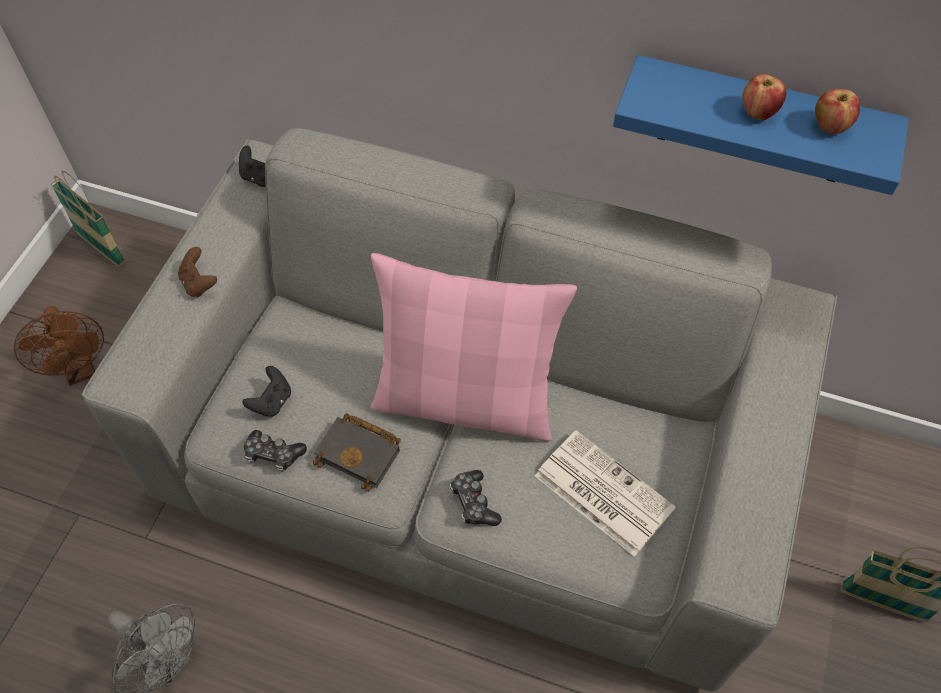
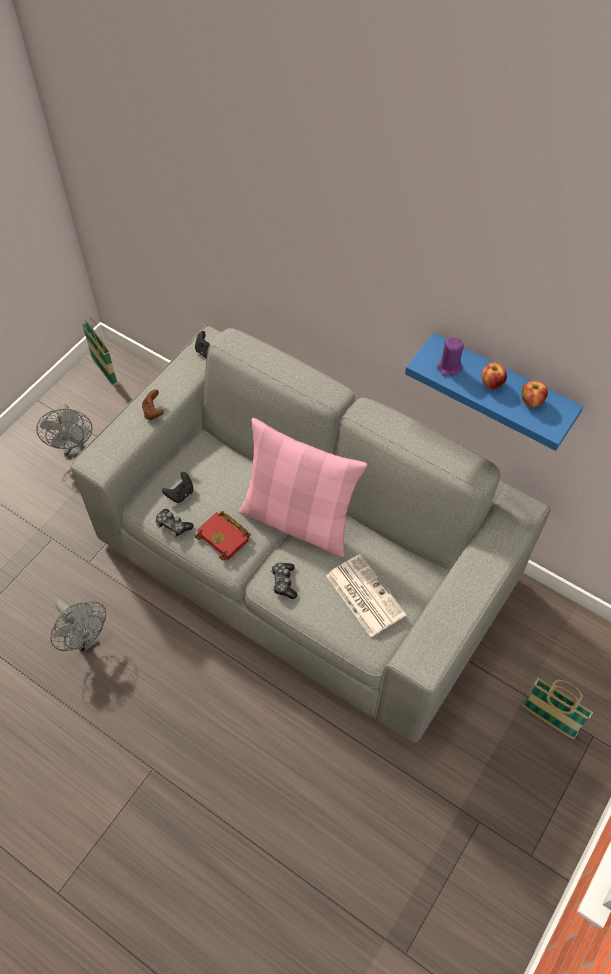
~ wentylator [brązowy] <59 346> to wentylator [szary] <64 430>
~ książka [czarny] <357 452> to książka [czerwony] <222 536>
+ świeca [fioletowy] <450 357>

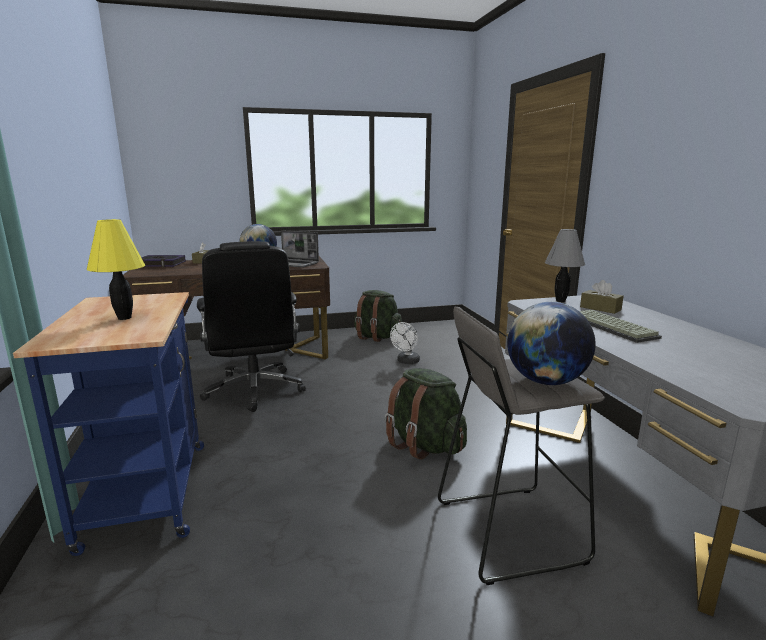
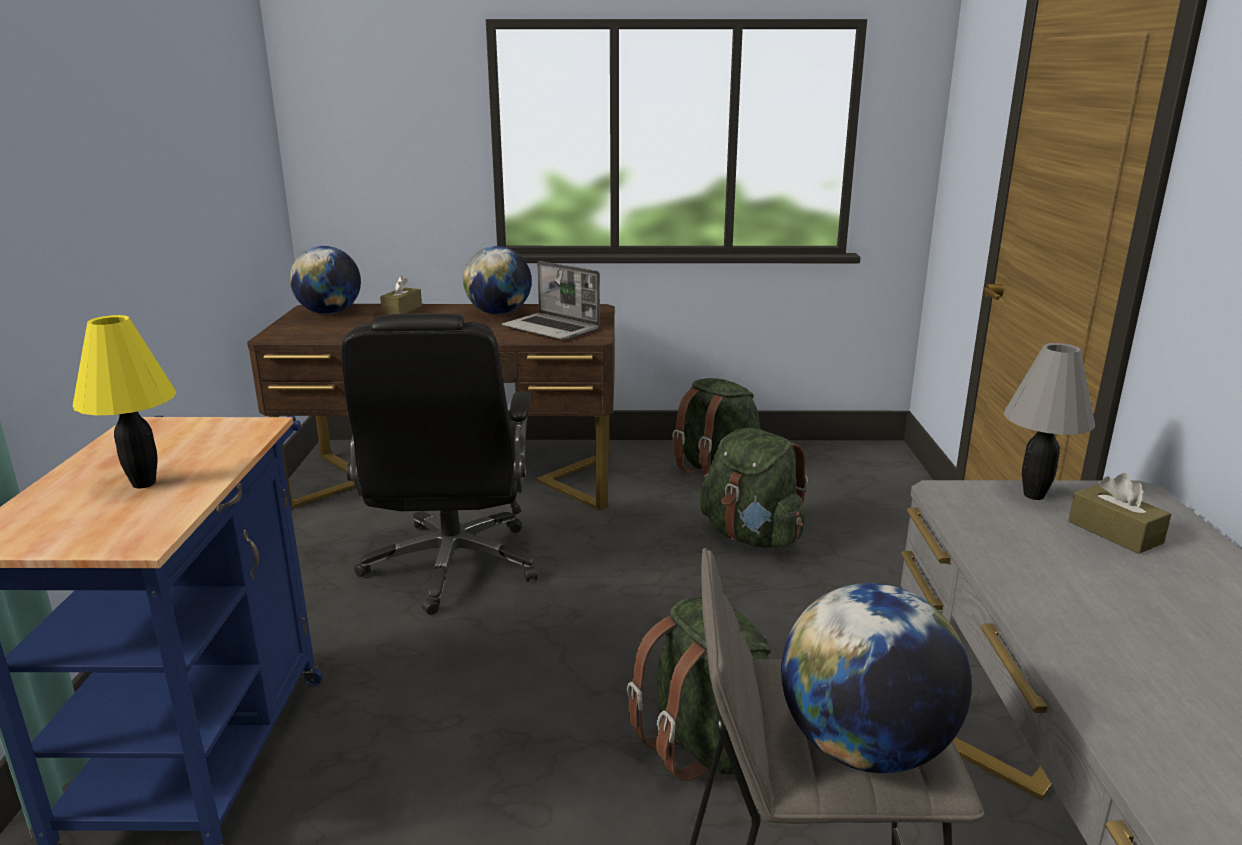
~ książka <163 261> to globus <325 280>
~ wentylator [biały] <405 343> to plecak [zielony] <754 488>
- klawiatura <620 326>

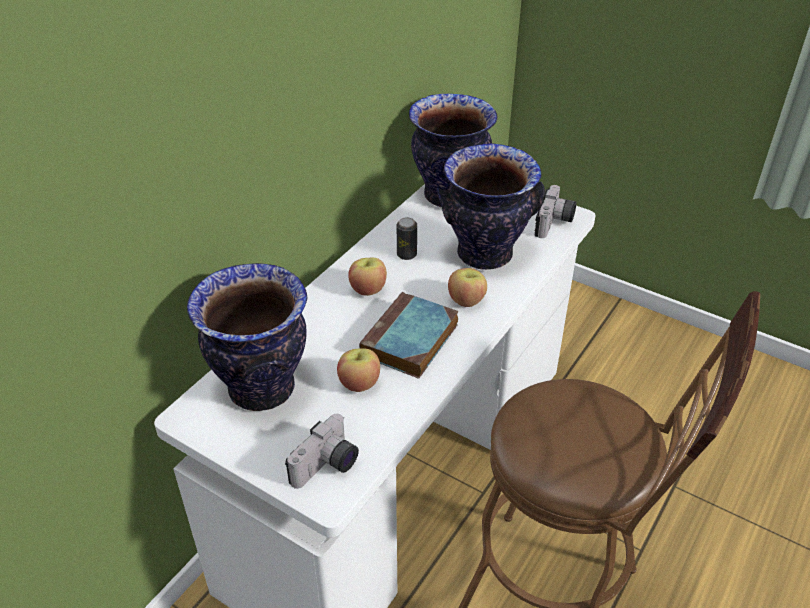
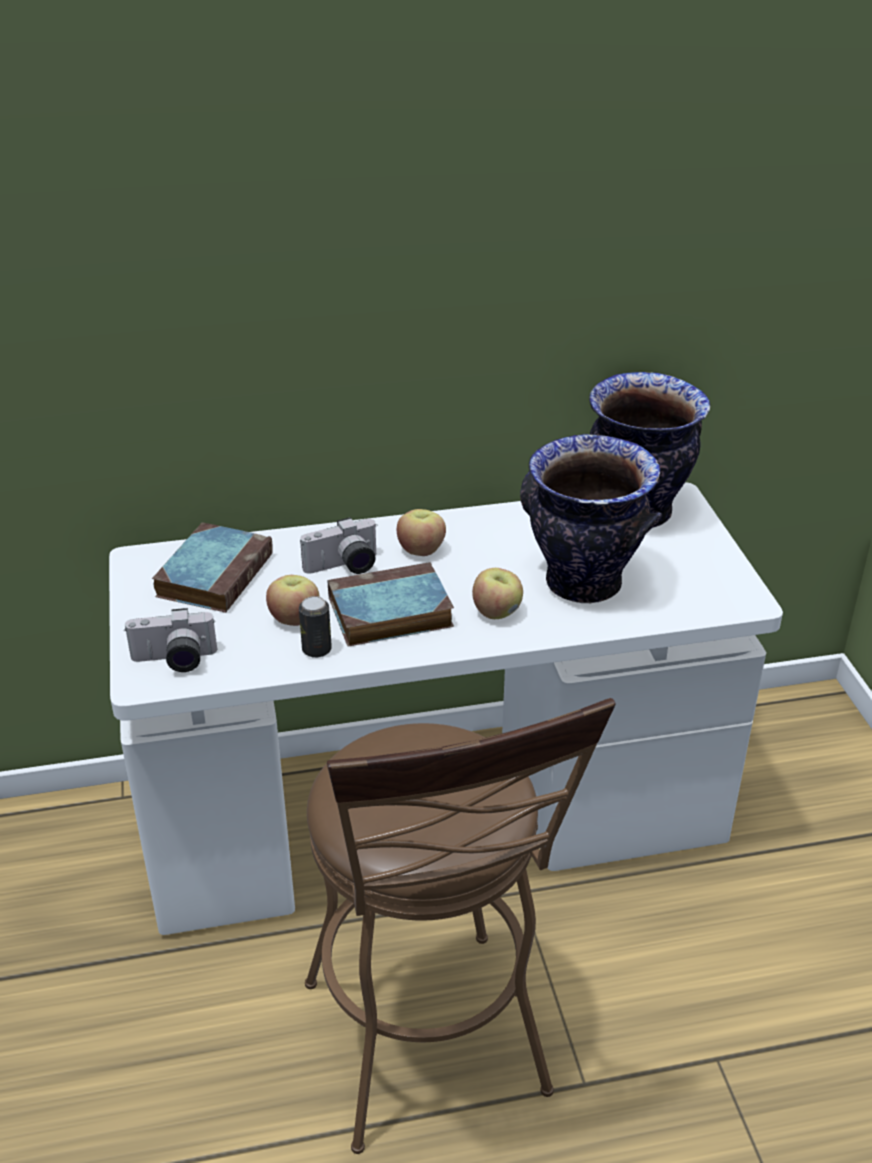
~ wazon <247 337> to książka <212 567>
~ puszka <407 238> to <315 627>
~ aparat fotograficzny <556 211> to <339 545>

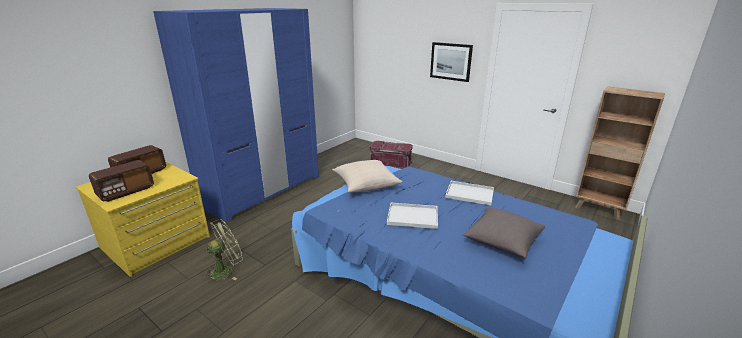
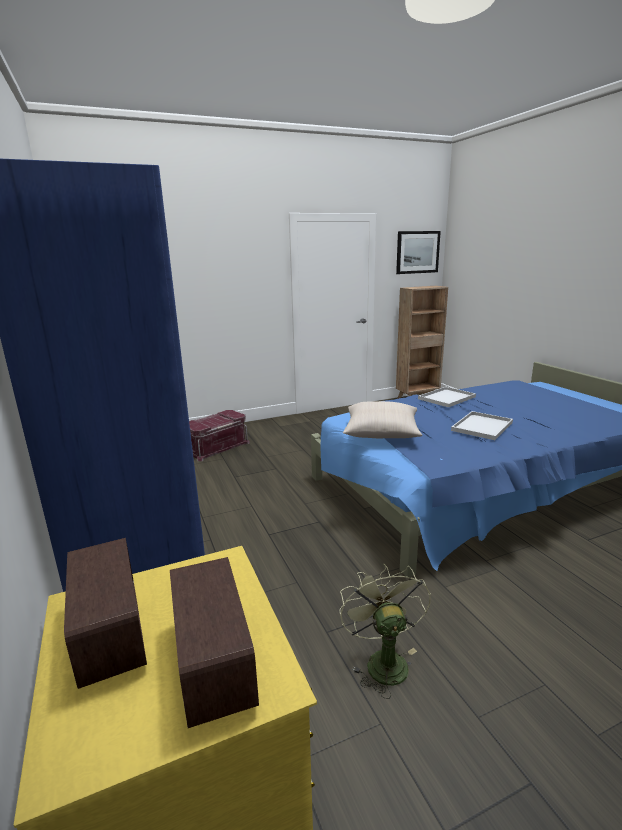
~ obraz <451 62> to <418 252>
- poduszka [szary] <504 233>

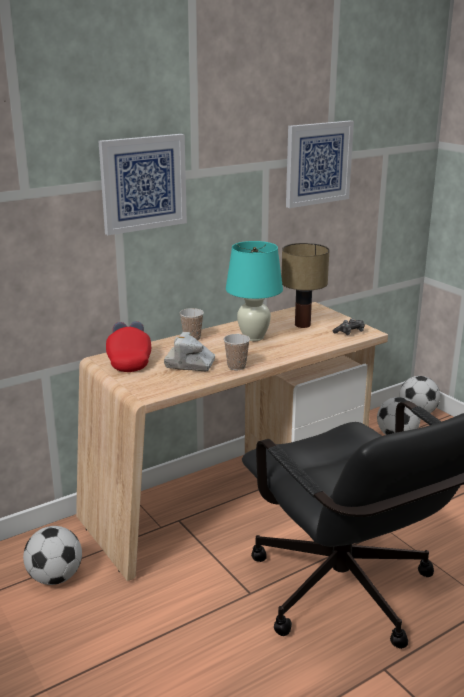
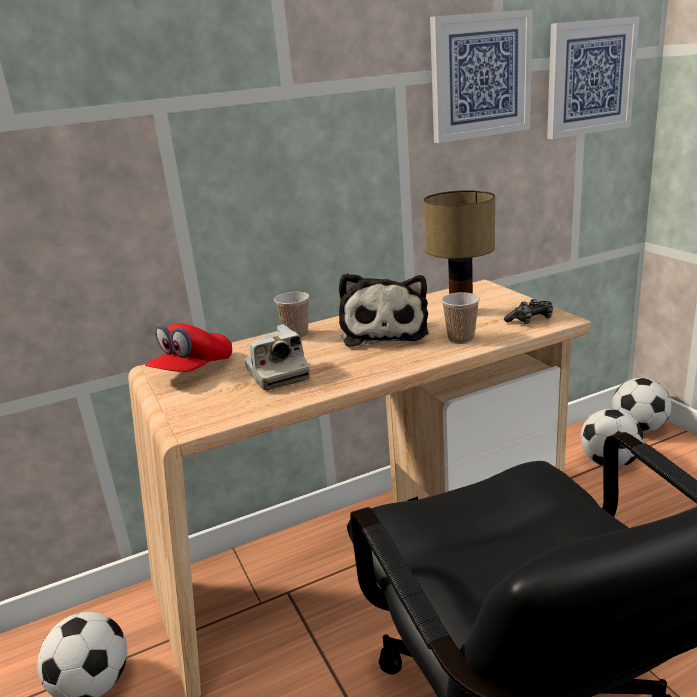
~ obraz <143 184> to <593 77>
~ czapka z daszkiem [czerwony] <128 346> = <188 347> 150 degrees counterclockwise
~ aparat fotograficzny <189 351> = <277 357> 135 degrees counterclockwise
~ filiżanka <237 352> to <460 318>
~ lampa stołowa [turkusowy] <254 291> to pluszak <383 310>

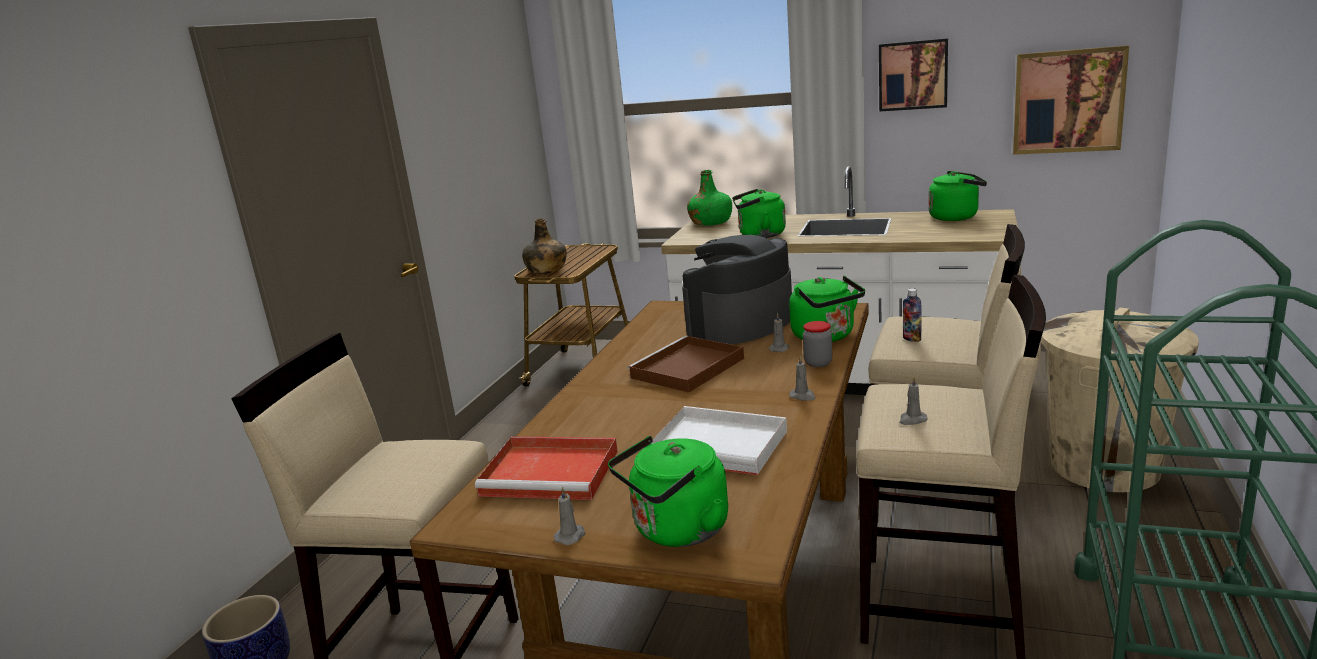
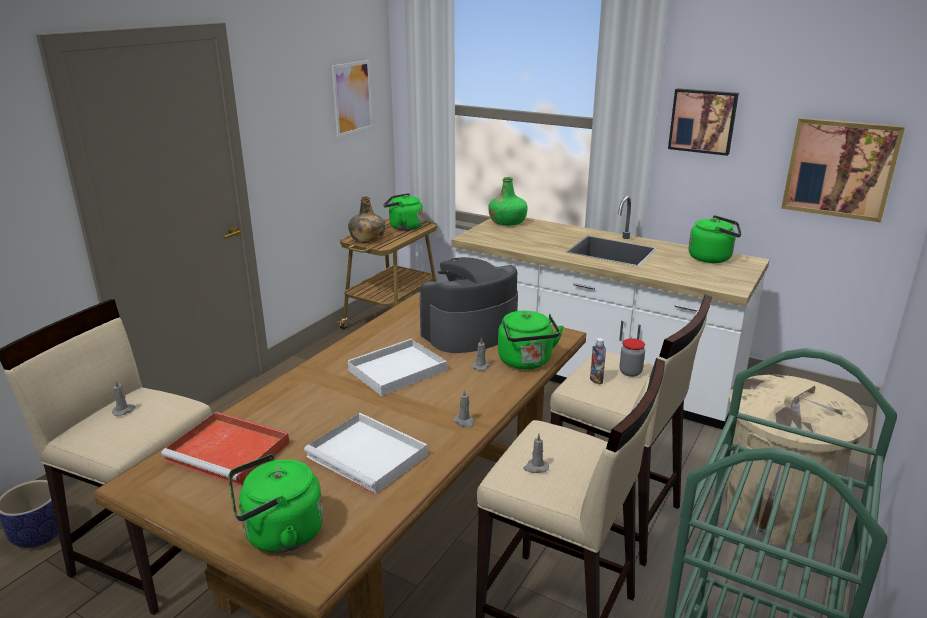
~ świeca [szary] <569 516> to <124 398>
~ taca [brązowy] <685 364> to taca [biały] <397 367>
~ czajnik [zielony] <759 213> to <403 212>
~ słoik <817 344> to <632 357>
+ obraz <352 98>

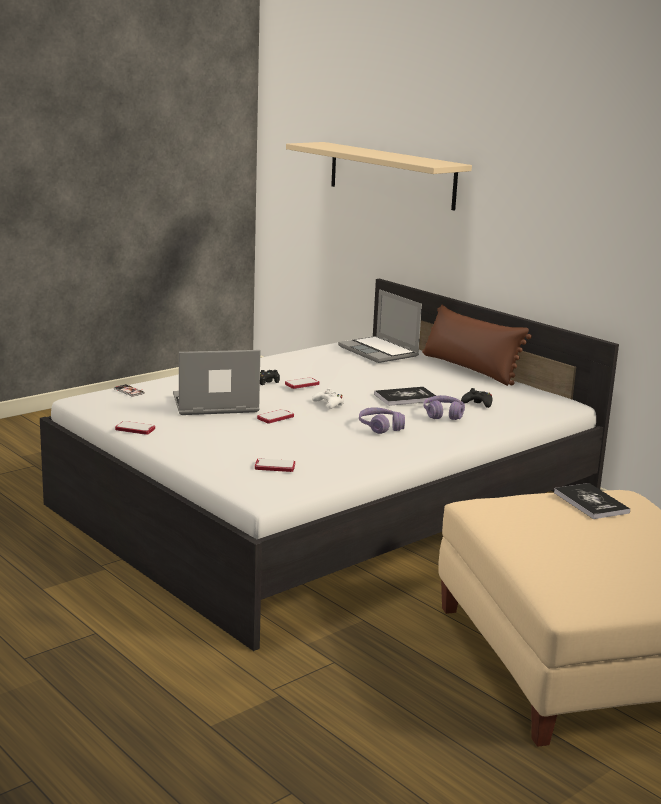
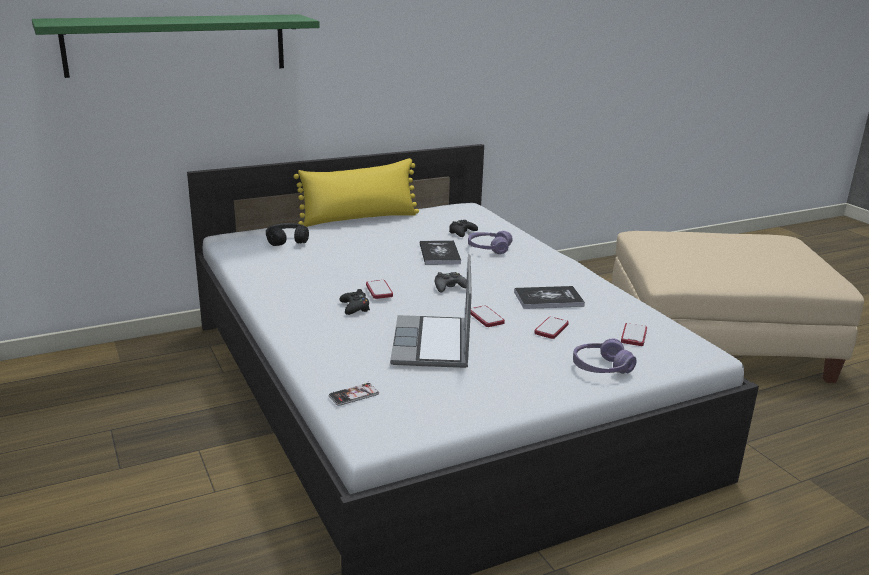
~ telefon <135 428> to <551 327>
~ półka [beżowy] <379 176> to półka [zielony] <176 46>
~ pad do gier [biały] <328 398> to pad do gier [czarny] <451 282>
~ laptop <380 326> to słuchawki [czarny] <287 234>
~ słuchawki [fioletowy] <382 420> to <605 356>
~ poduszka [brązowy] <477 345> to poduszka [żółty] <356 192>
~ książka <592 501> to <549 297>

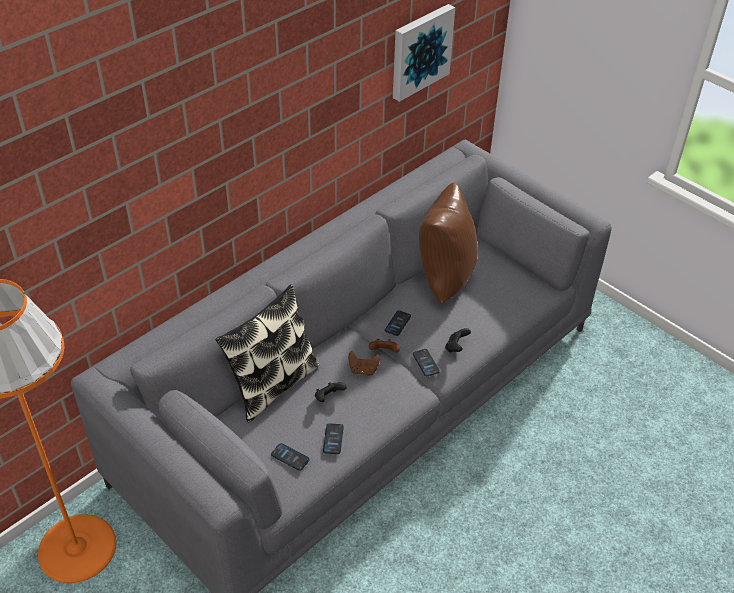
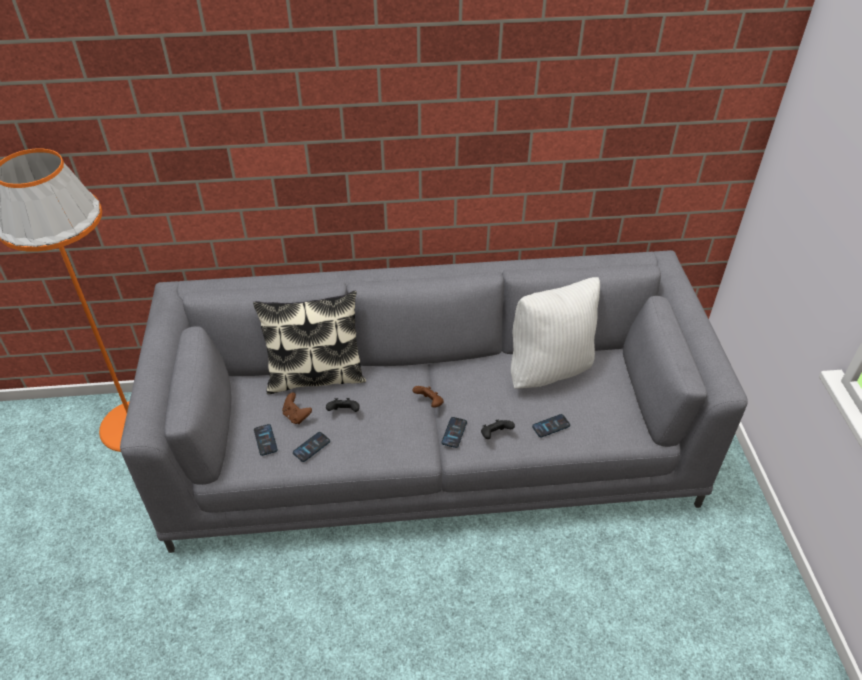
~ pad do gier [brązowy] <364 363> to <297 408>
~ telefon <398 323> to <551 425>
- obraz <424 53>
~ poduszka [brązowy] <448 243> to poduszka [biały] <555 333>

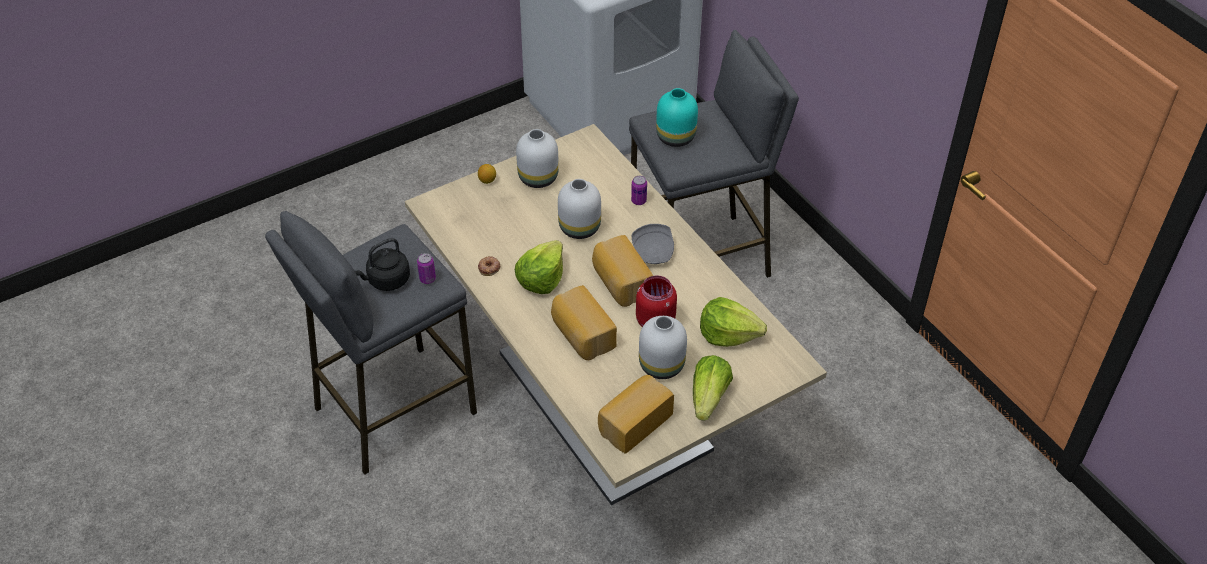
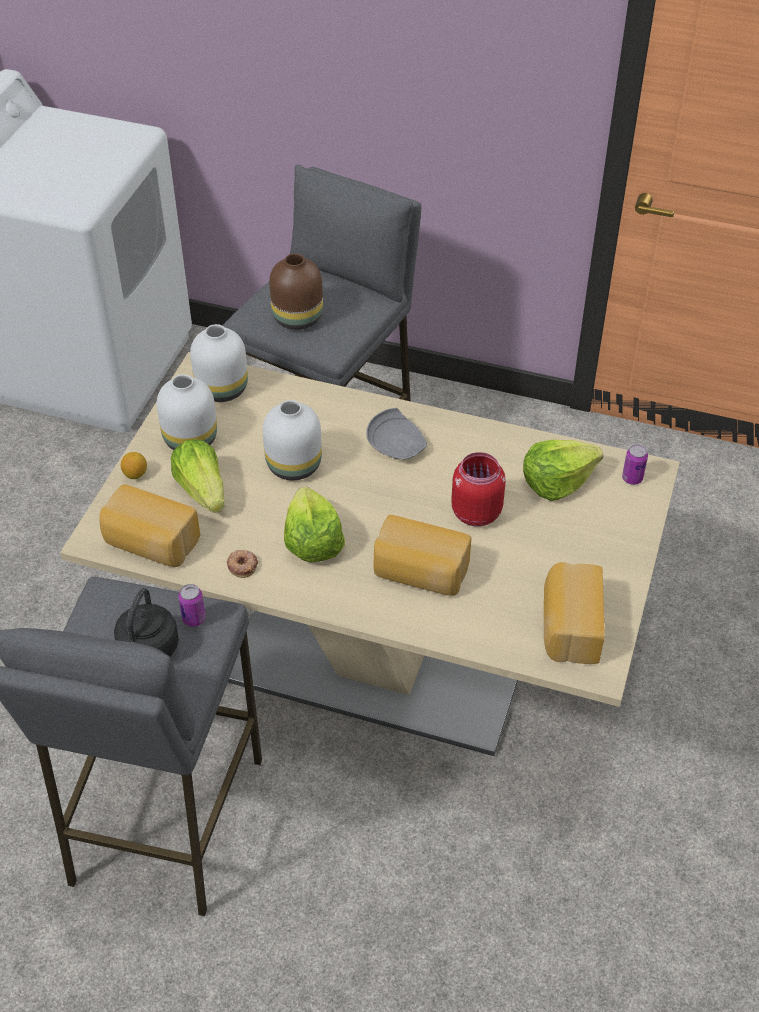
~ chleb <622 271> to <149 525>
~ puszka <639 190> to <635 465>
~ wazon [biały] <663 347> to <219 363>
~ wazon [turkusowy] <677 117> to wazon [brązowy] <296 291>
~ sałata <713 388> to <198 476>

